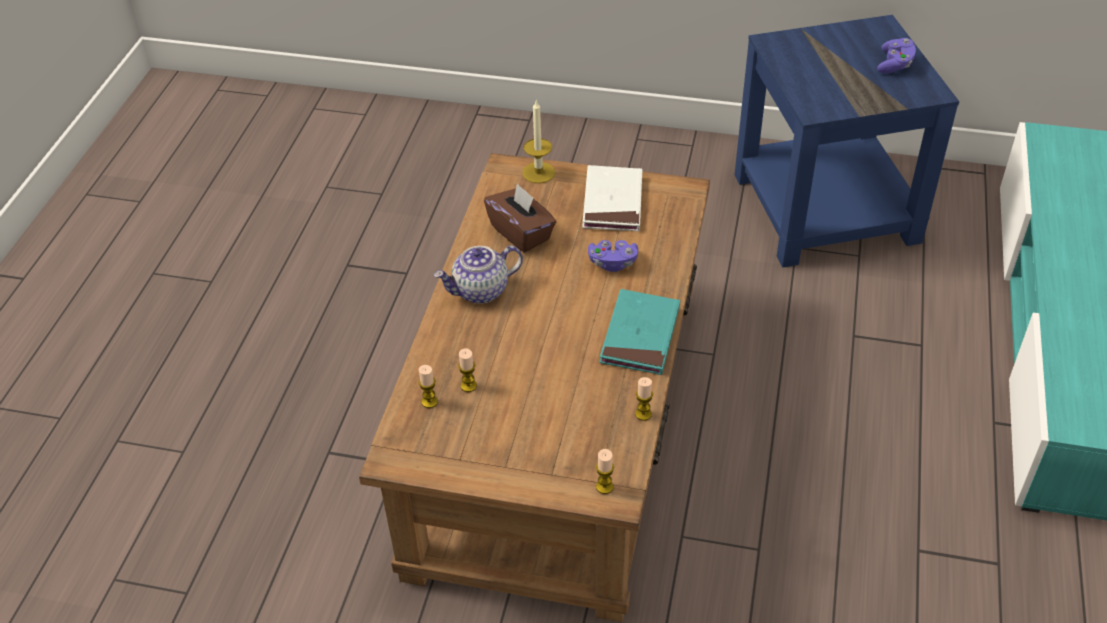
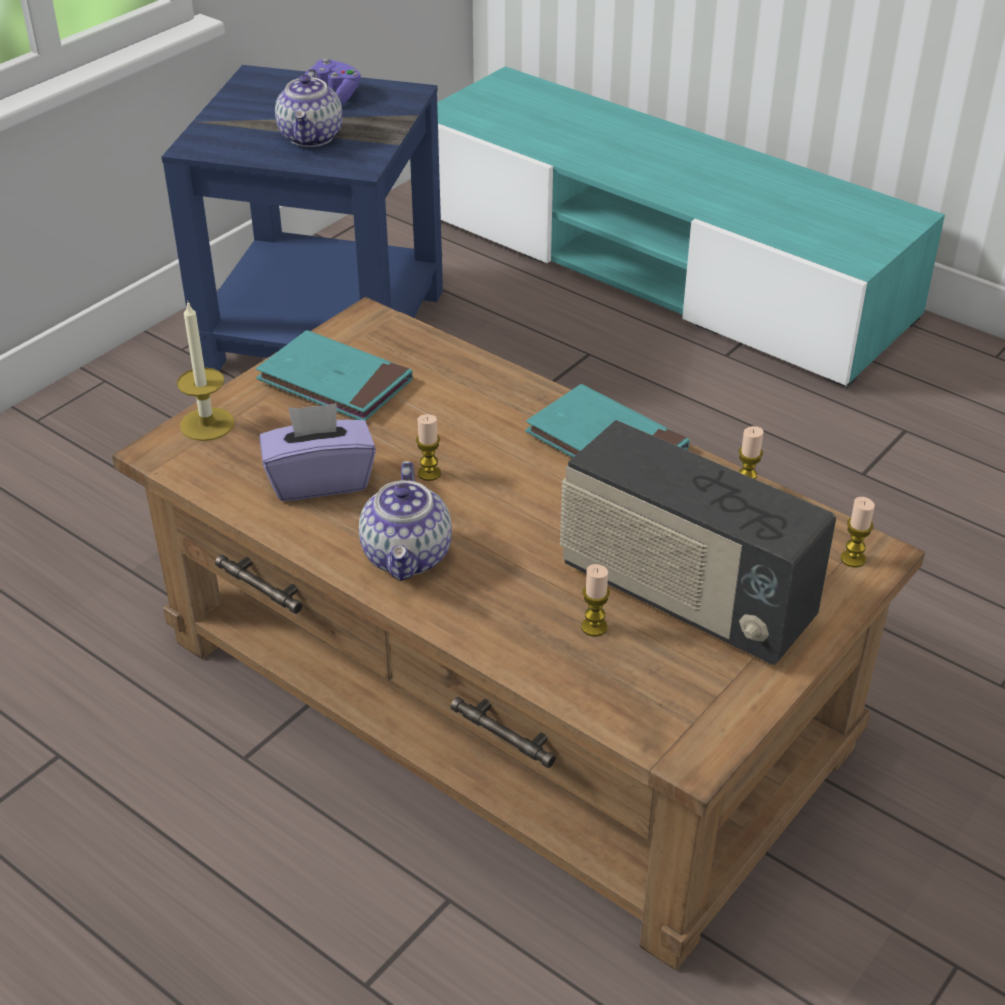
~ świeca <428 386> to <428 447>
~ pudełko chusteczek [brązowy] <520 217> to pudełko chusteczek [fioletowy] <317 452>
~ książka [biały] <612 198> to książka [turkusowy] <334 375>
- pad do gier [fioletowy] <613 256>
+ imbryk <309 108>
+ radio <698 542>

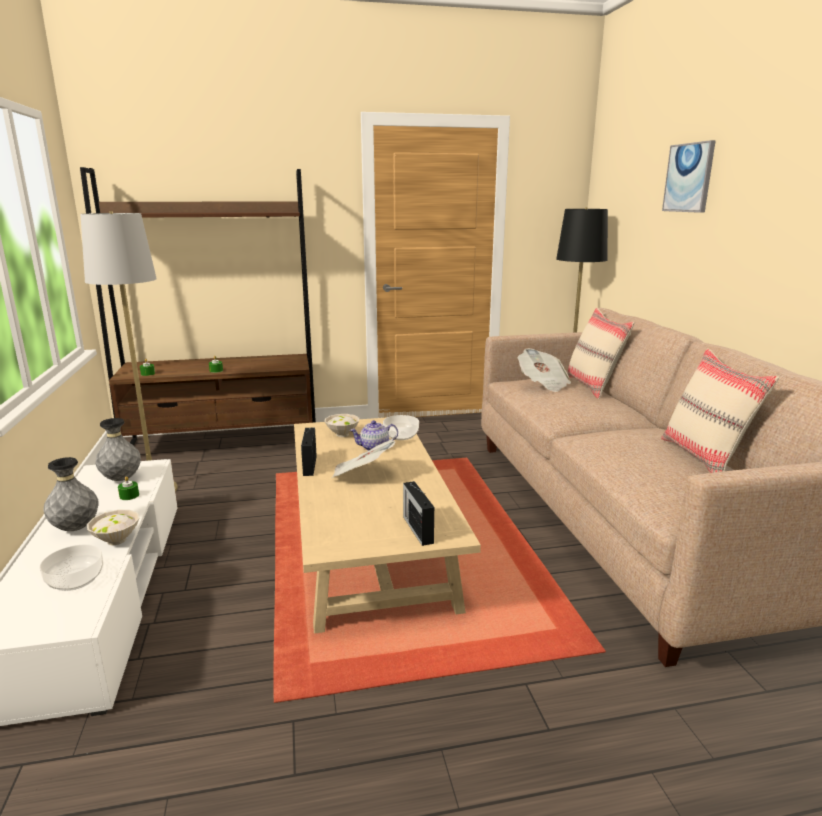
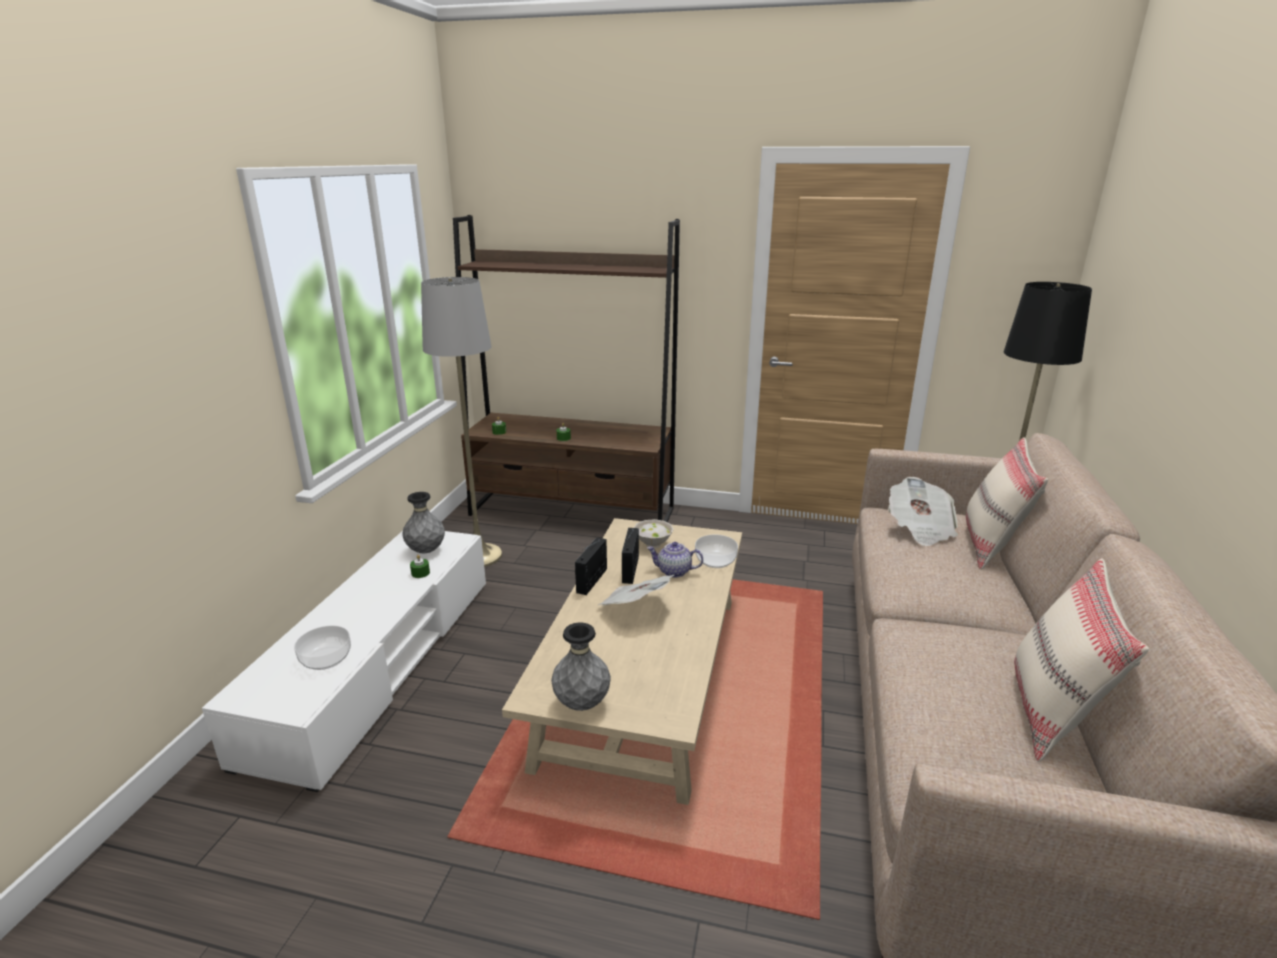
~ wazon [szary] <71 494> to <581 666>
- miska [biały] <113 527>
~ radio <418 513> to <630 556>
- obraz <689 176>

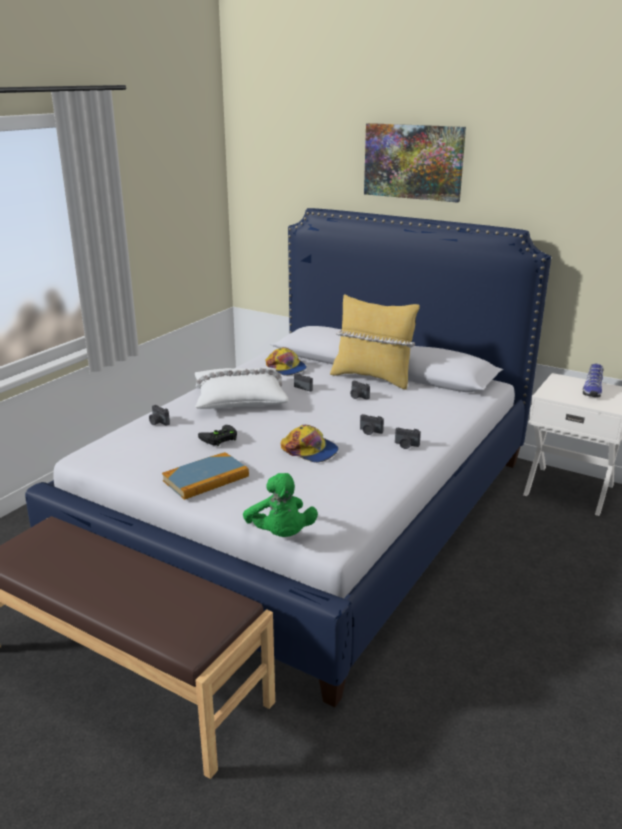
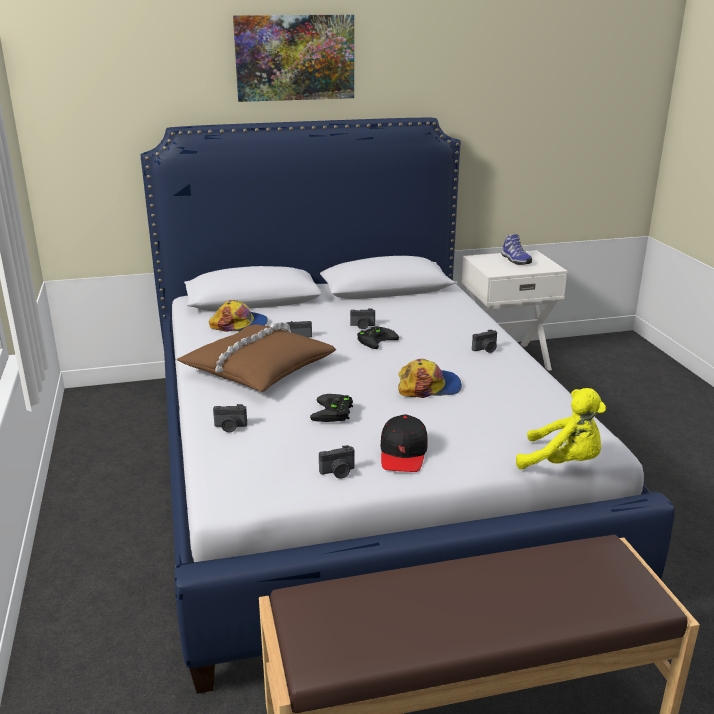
~ książka <205 476> to czapka z daszkiem [czarny] <404 443>
~ poduszka [biały] <241 388> to poduszka [brązowy] <256 357>
~ pluszak [zielony] <280 505> to pluszak [żółty] <561 428>
- poduszka [żółty] <375 342>
~ aparat fotograficzny <372 424> to <337 461>
+ pad do gier [czarny] <378 337>

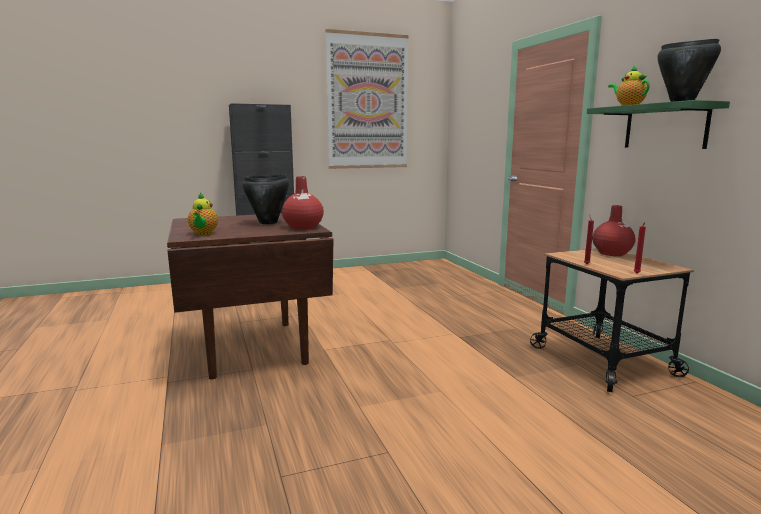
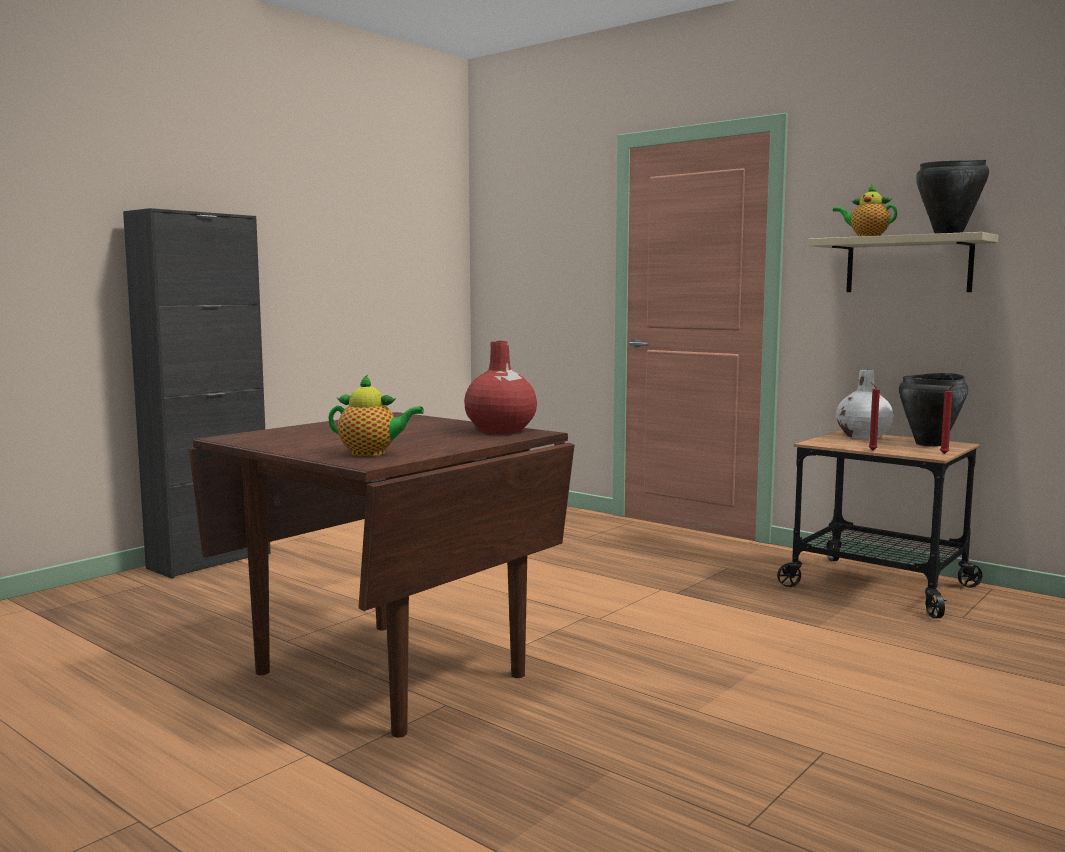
~ imbryk <203 213> = <376 415> 45 degrees counterclockwise
~ garnek [czarny] <265 199> to <933 410>
- obraz <367 99>
~ półka [zielony] <658 124> to półka [beżowy] <903 262>
~ wazon [czerwony] <614 230> to wazon [biały] <864 404>

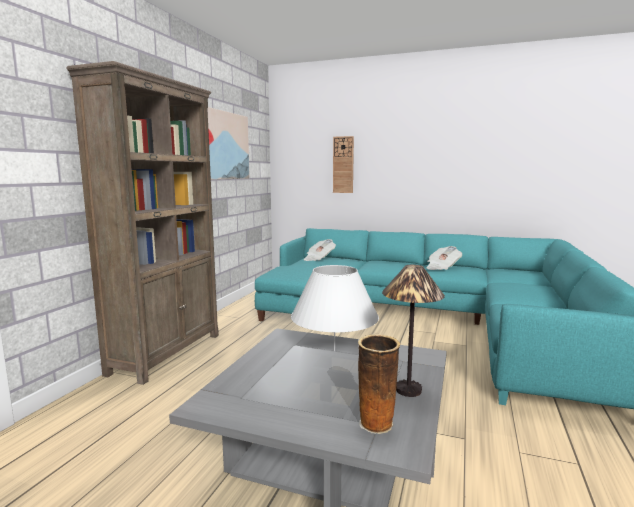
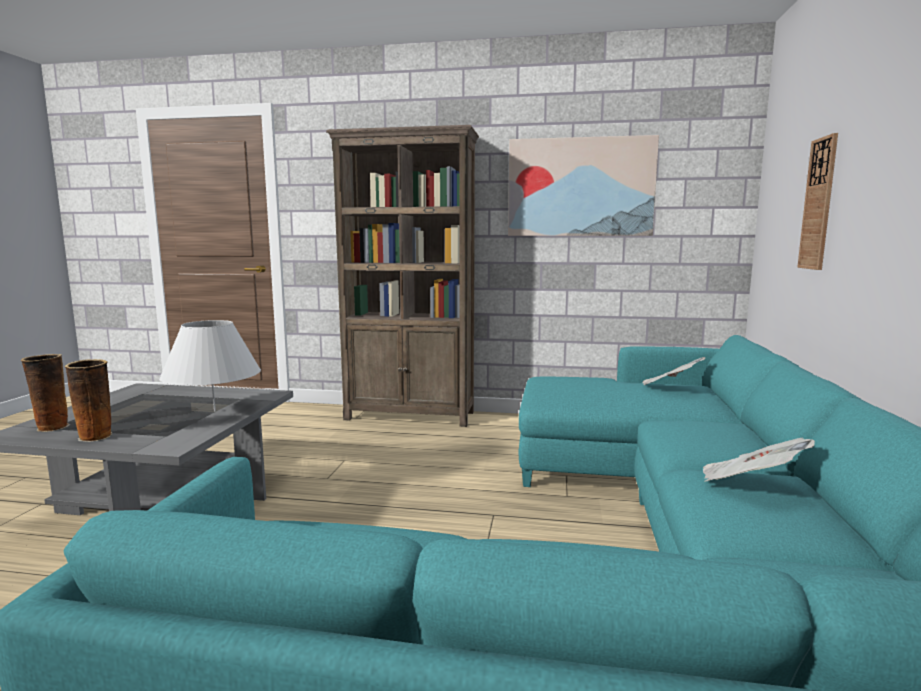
~ lampa stołowa <413 331> to wazon <89 400>

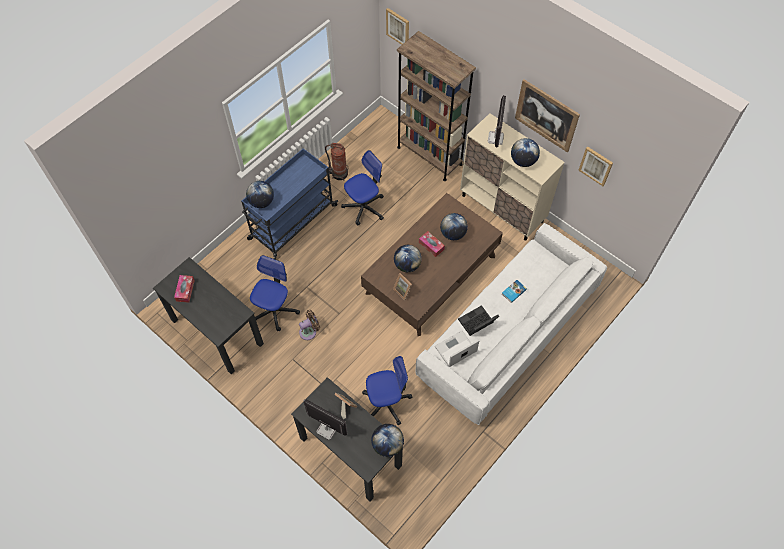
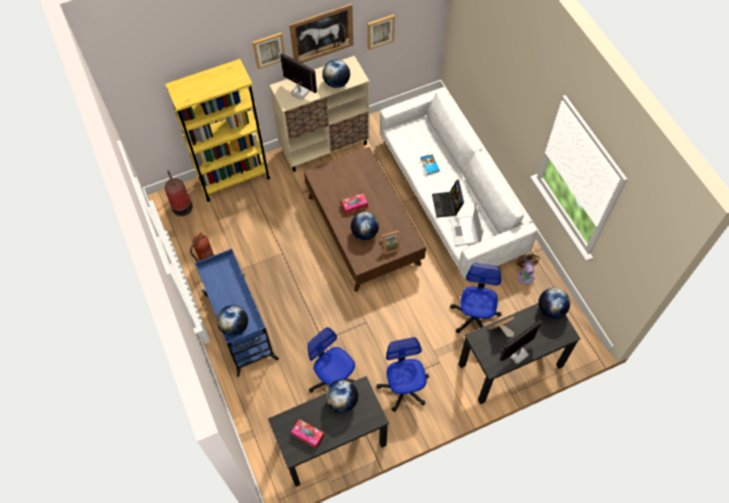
~ wentylator [brązowy] <309 325> to <528 269>
~ krzesło biurowe <362 188> to <403 374>
~ obraz <397 26> to <269 50>
~ regał [brązowy] <436 106> to regał [żółty] <217 130>
~ globus <454 226> to <342 396>
+ gaśnica <179 193>

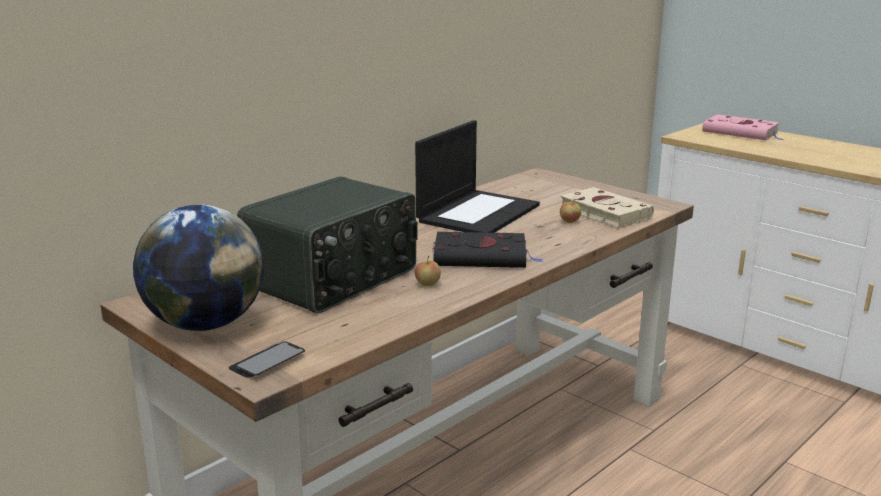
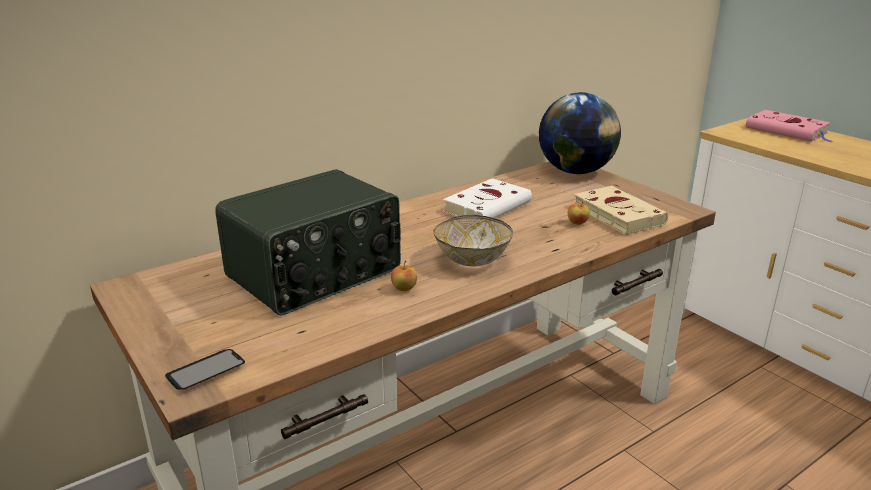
~ globus <198 268> to <580 133>
~ laptop <477 176> to książka [biały] <487 198>
~ książka [czarny] <488 250> to miska <473 240>

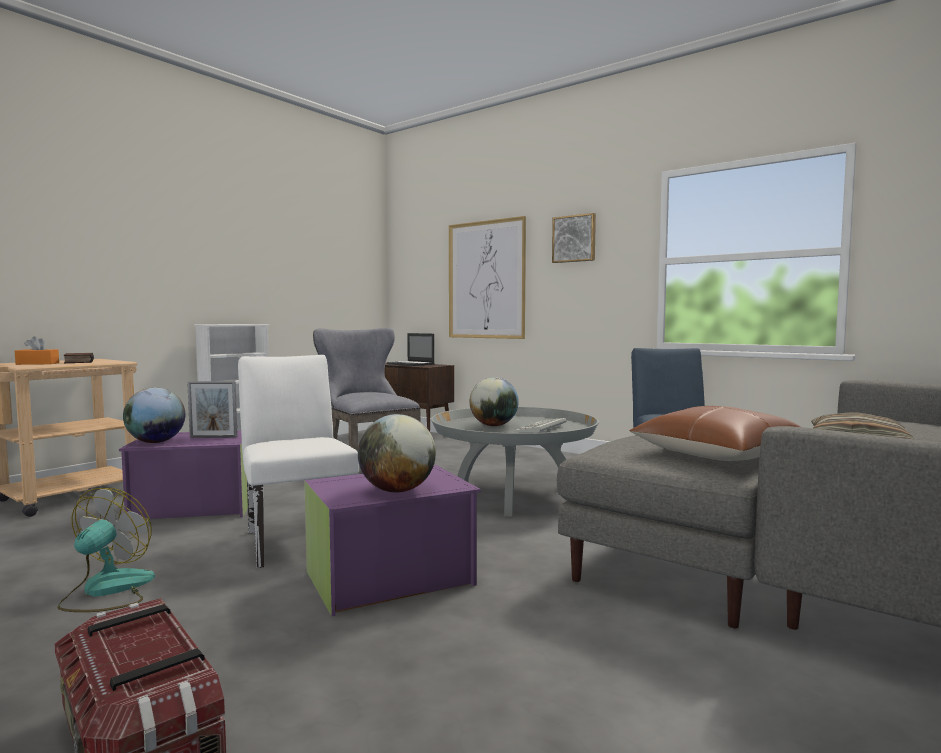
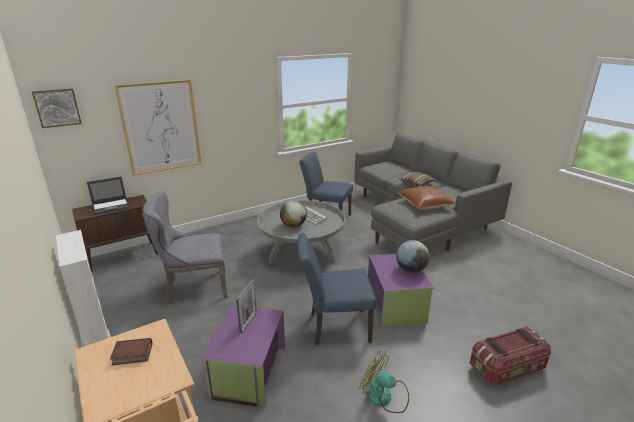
- pudełko chusteczek [pomarańczowy] <37 350>
- globus <154 415>
~ krzesło [biały] <298 461> to krzesło [niebieski] <337 289>
~ obraz <574 238> to <57 108>

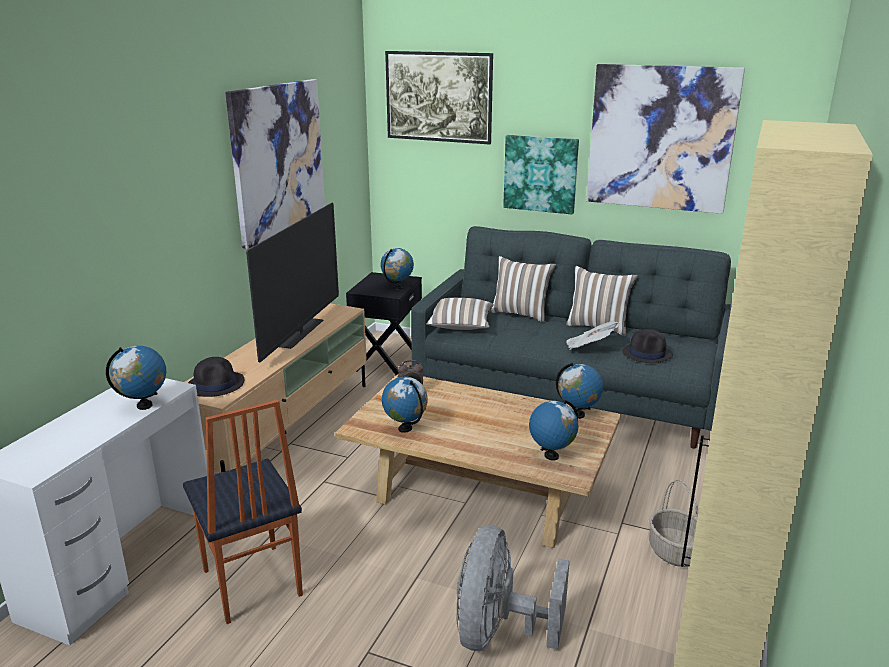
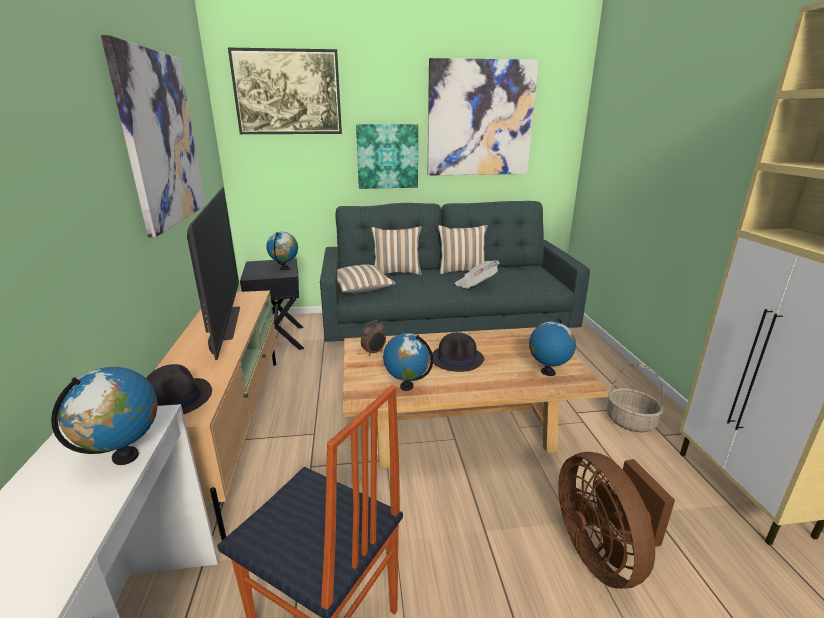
~ wentylator [szary] <513 588> to wentylator [brązowy] <616 520>
- globus <579 391>
~ kapelusz [czarny] <647 346> to <457 352>

